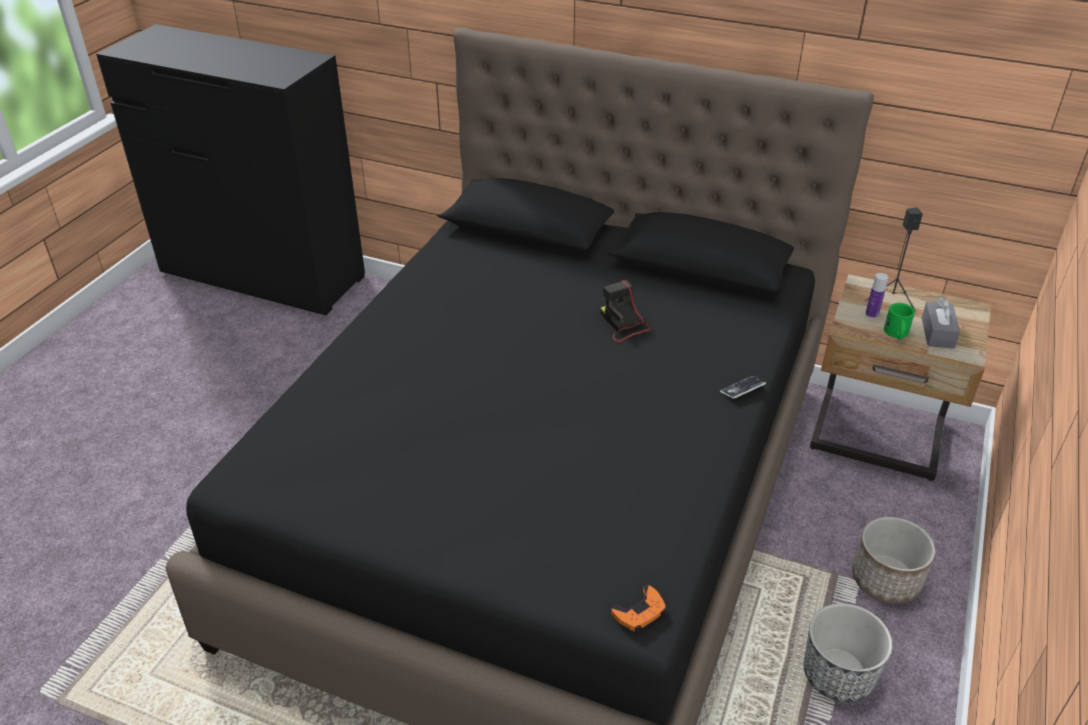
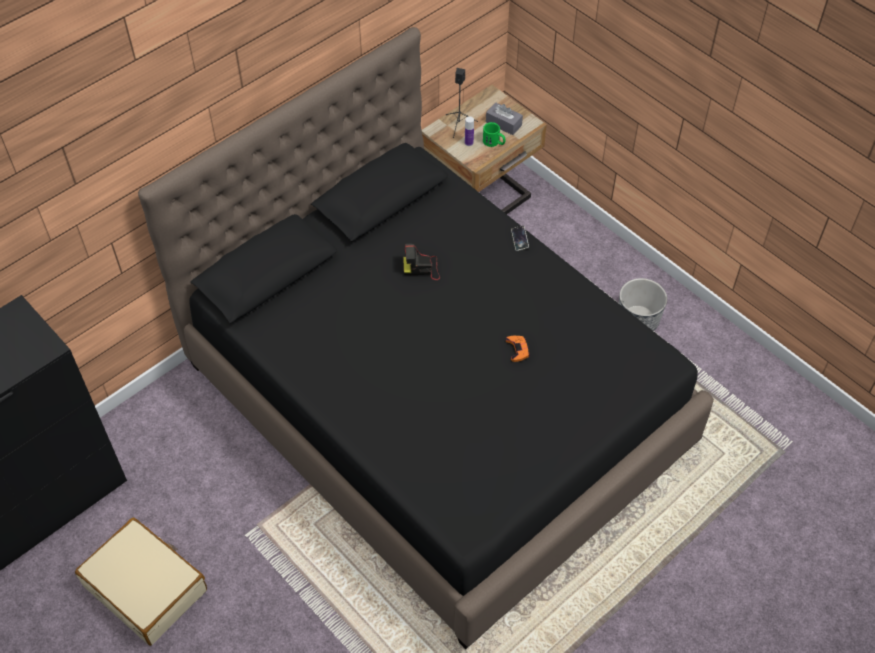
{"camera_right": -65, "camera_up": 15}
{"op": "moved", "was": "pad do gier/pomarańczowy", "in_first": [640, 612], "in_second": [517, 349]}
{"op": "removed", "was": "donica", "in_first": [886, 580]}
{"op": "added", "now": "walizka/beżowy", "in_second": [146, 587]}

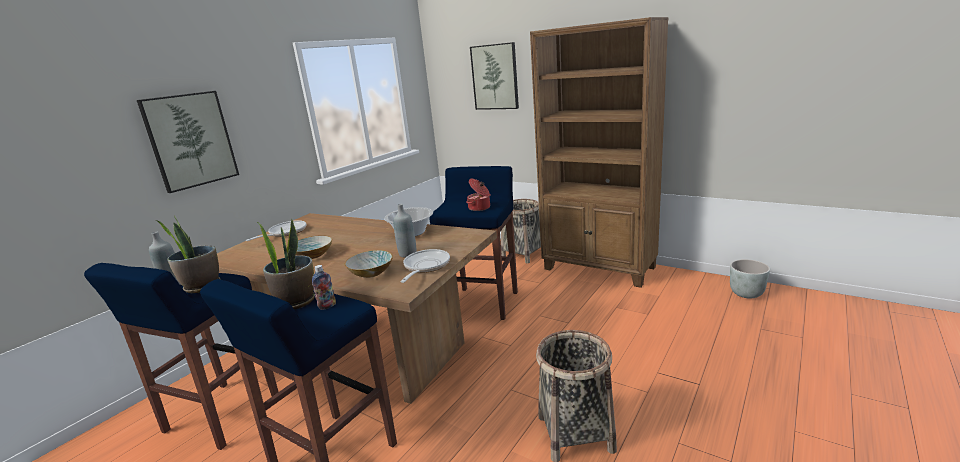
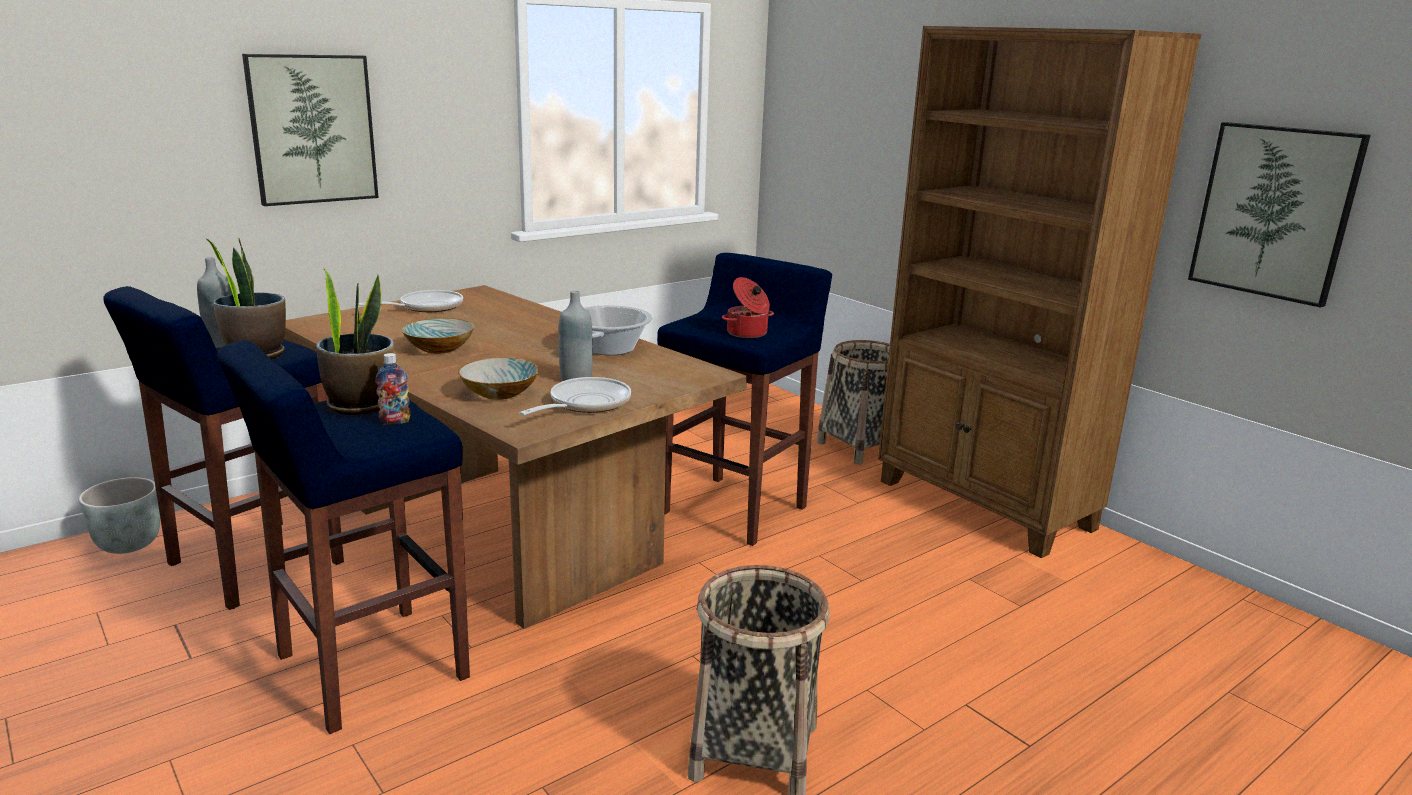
{"camera_right": 15, "camera_up": 0}
{"op": "moved", "was": "obraz", "in_first": [495, 77], "in_second": [1274, 212]}
{"op": "moved", "was": "donica/szary", "in_first": [746, 294], "in_second": [129, 544]}

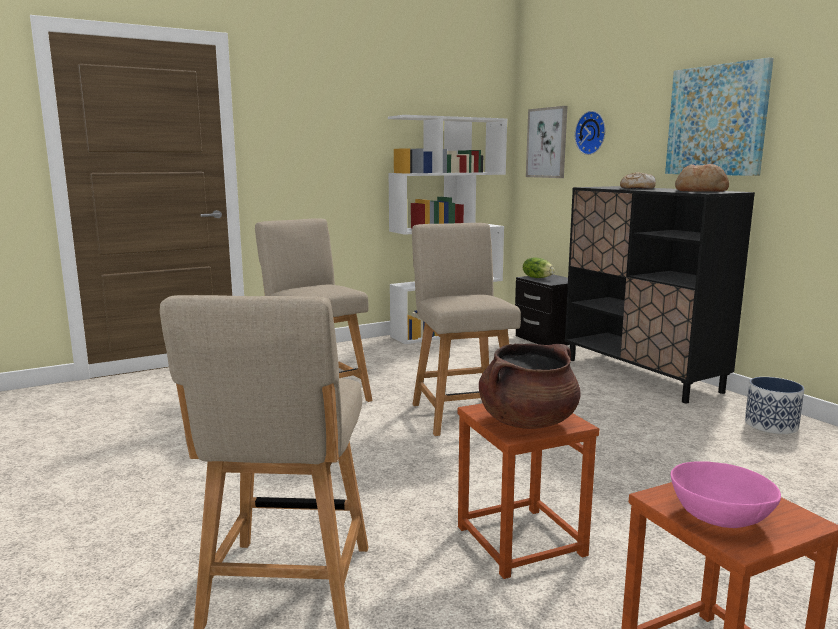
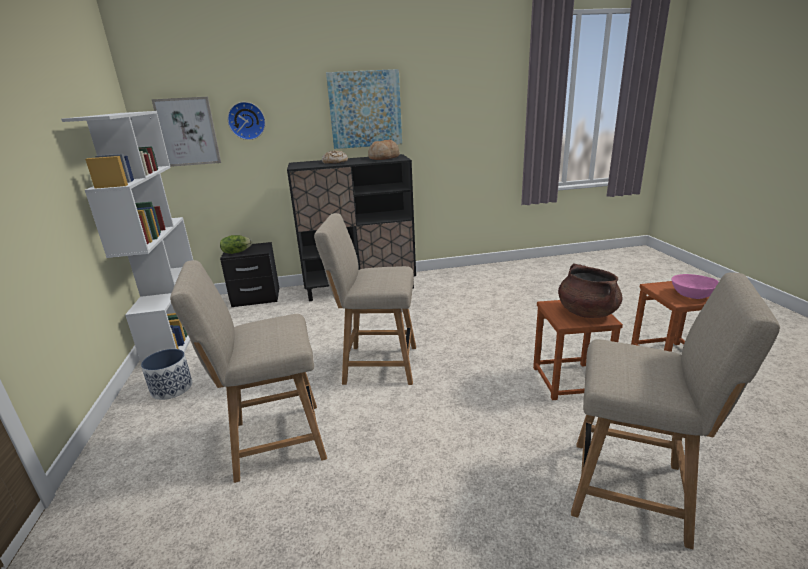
{"camera_right": -70, "camera_up": 10}
{"op": "moved", "was": "donica", "in_first": [771, 425], "in_second": [172, 388]}

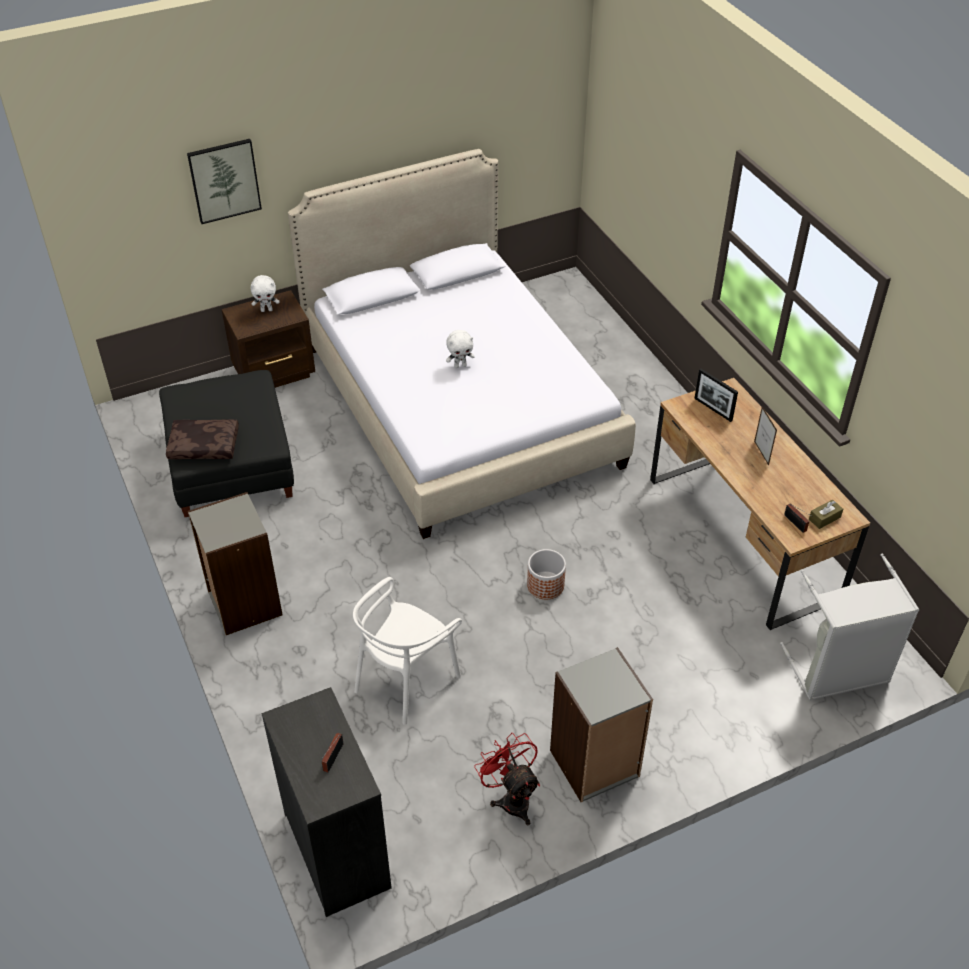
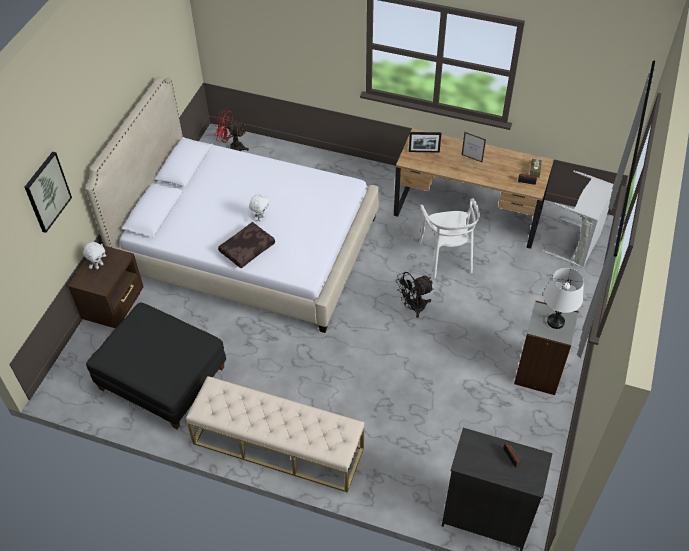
{"camera_right": -45, "camera_up": 5}
{"op": "moved", "was": "poduszka/brązowy", "in_first": [205, 445], "in_second": [247, 248]}
{"op": "replaced", "was": "regał/szary", "now": "ławka/beżowy", "in_first": [244, 604], "in_second": [277, 445]}
{"op": "moved", "was": "krzesło/biały", "in_first": [405, 680], "in_second": [447, 256]}
{"op": "moved", "was": "wentylator/czerwony", "in_first": [511, 798], "in_second": [233, 147]}
{"op": "replaced", "was": "donica", "now": "wentylator/czarny", "in_first": [545, 585], "in_second": [413, 307]}
{"op": "added", "now": "lampa stołowa/biały", "in_second": [555, 322]}

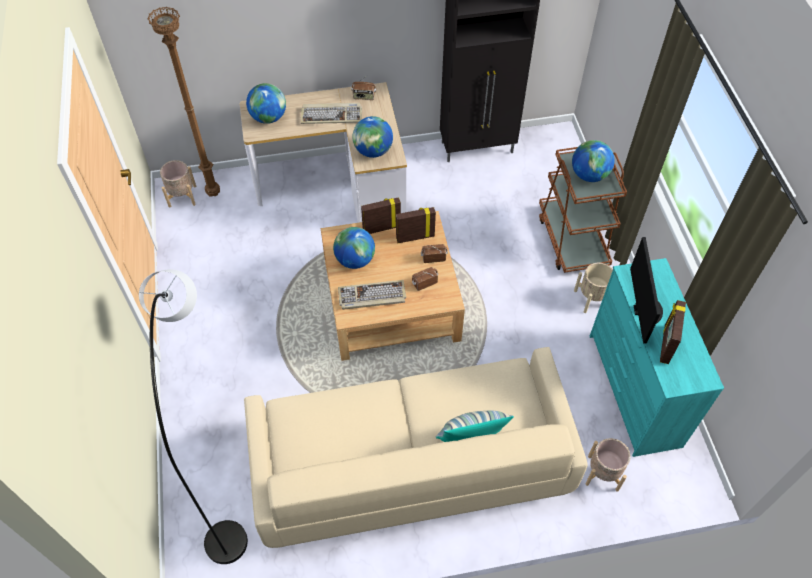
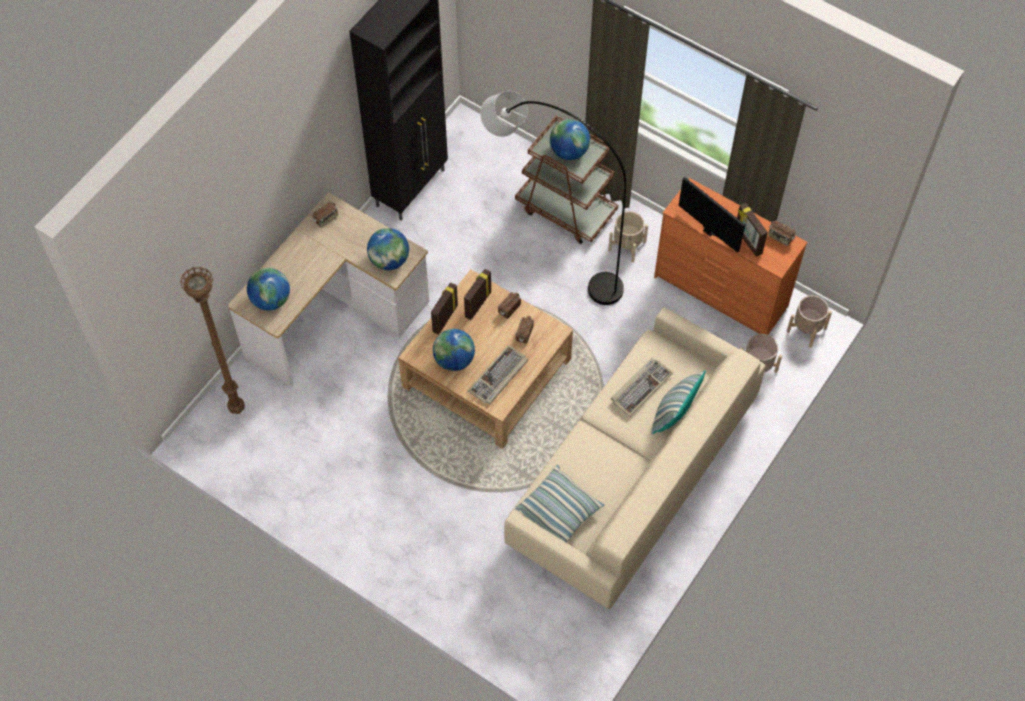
{"camera_right": -45, "camera_up": 5}
{"op": "moved", "was": "lampa stojąca/szary", "in_first": [221, 468], "in_second": [549, 257]}
{"op": "moved", "was": "donica/beżowy", "in_first": [182, 196], "in_second": [806, 329]}
{"op": "moved", "was": "klawiatura", "in_first": [332, 115], "in_second": [641, 387]}
{"op": "recoloured", "was": "komoda/turkusowy", "now": "komoda/pomarańczowy", "in_first": [632, 390], "in_second": [720, 292]}
{"op": "added", "now": "poduszka", "in_second": [559, 511]}
{"op": "added", "now": "radio", "in_second": [780, 238]}

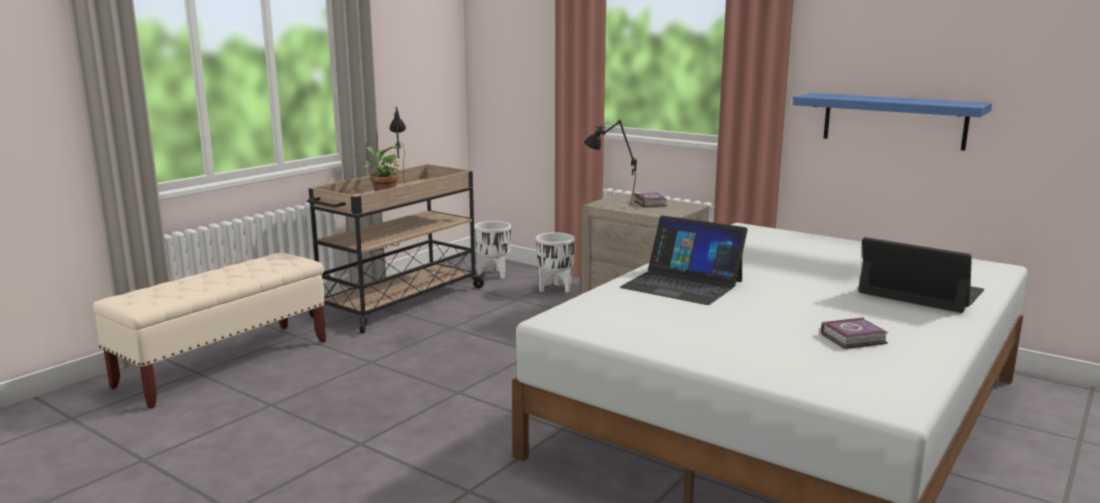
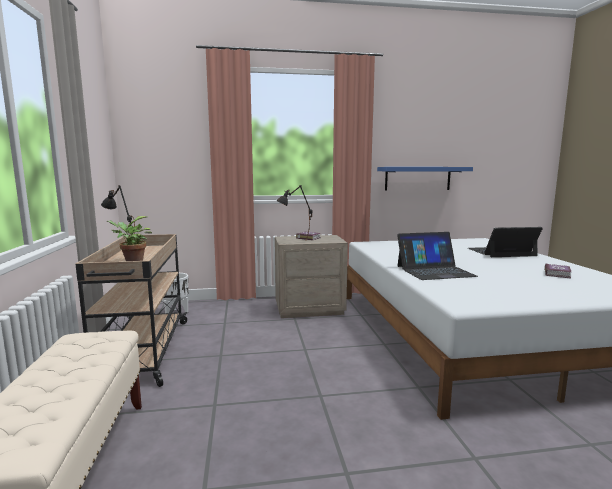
{"camera_right": -45, "camera_up": -5}
{"op": "removed", "was": "donica/biały", "in_first": [555, 289]}

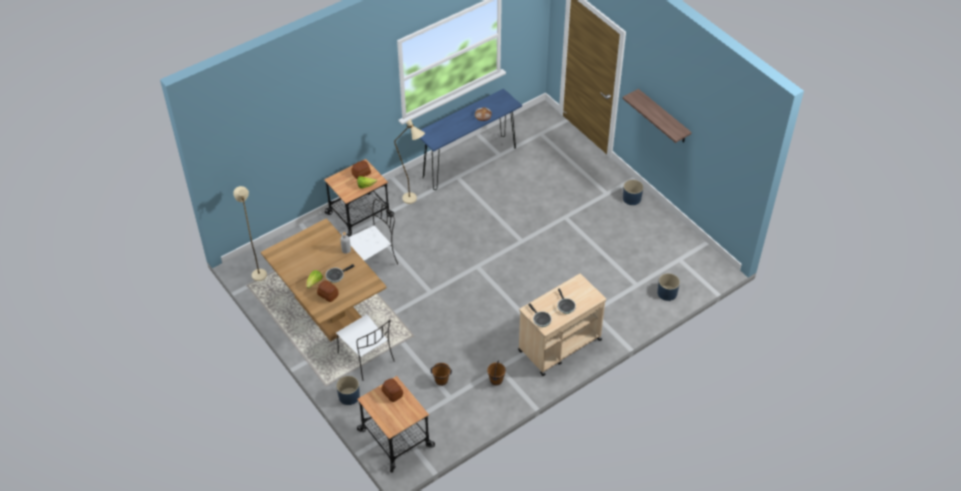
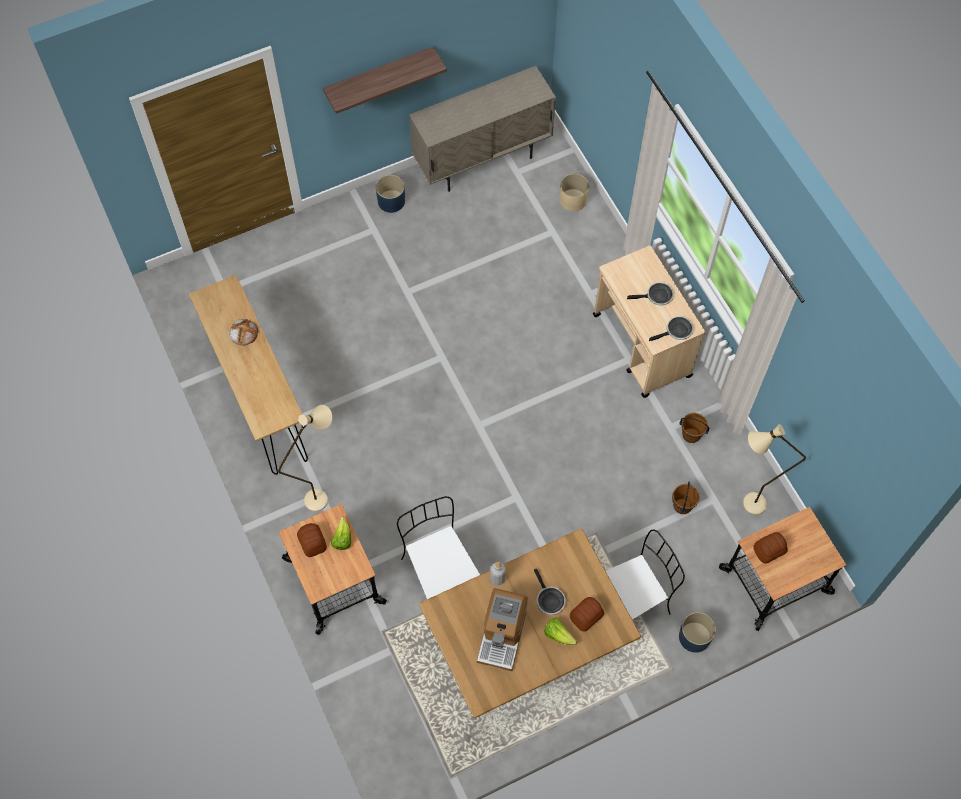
{"camera_right": -80, "camera_up": 15}
{"op": "moved", "was": "lampa stojąca/beżowy", "in_first": [257, 271], "in_second": [745, 505]}
{"op": "recoloured", "was": "stolik konsolowy/niebieski", "now": "stolik konsolowy/brązowy", "in_first": [469, 162], "in_second": [259, 400]}
{"op": "recoloured", "was": "donica/niebieski", "now": "donica/beżowy", "in_first": [667, 293], "in_second": [573, 200]}
{"op": "added", "now": "szafka/beżowy", "in_second": [482, 161]}
{"op": "added", "now": "ekspres do kawy", "in_second": [502, 635]}

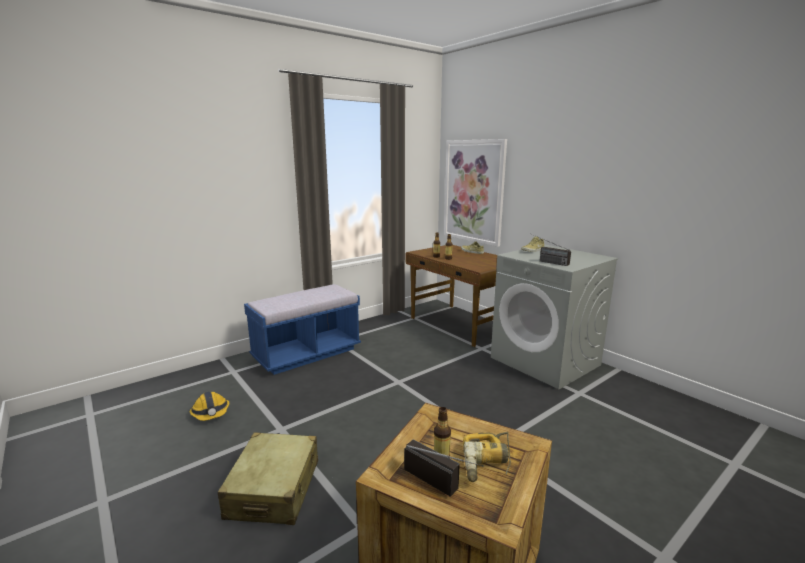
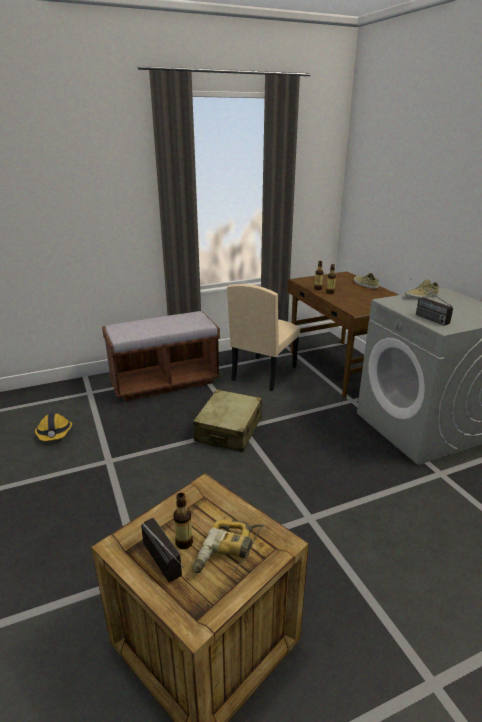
{"camera_right": 15, "camera_up": 10}
{"op": "moved", "was": "walizka/beżowy", "in_first": [274, 489], "in_second": [229, 429]}
{"op": "recoloured", "was": "ławka/niebieski", "now": "ławka/brązowy", "in_first": [307, 354], "in_second": [165, 382]}
{"op": "removed", "was": "obraz", "in_first": [473, 191]}
{"op": "added", "now": "krzesło/beżowy", "in_second": [263, 373]}

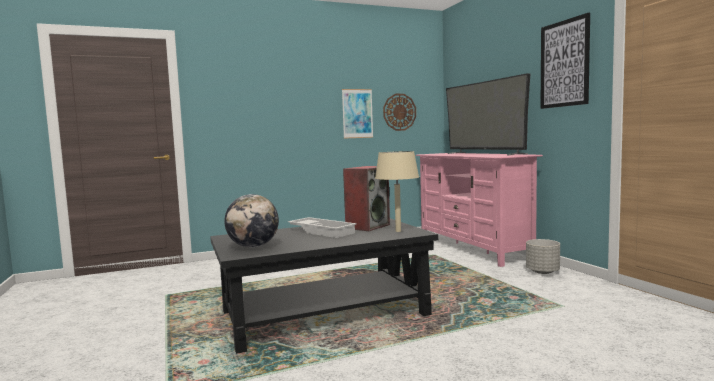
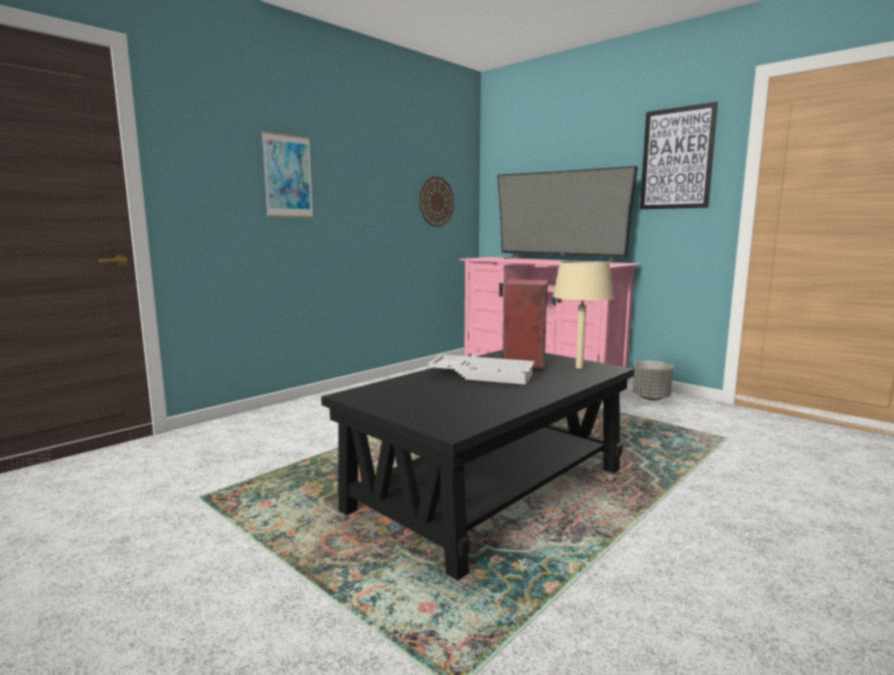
{"camera_right": -25, "camera_up": 5}
{"op": "removed", "was": "globus", "in_first": [253, 246]}
{"op": "moved", "was": "obraz", "in_first": [357, 113], "in_second": [288, 176]}

